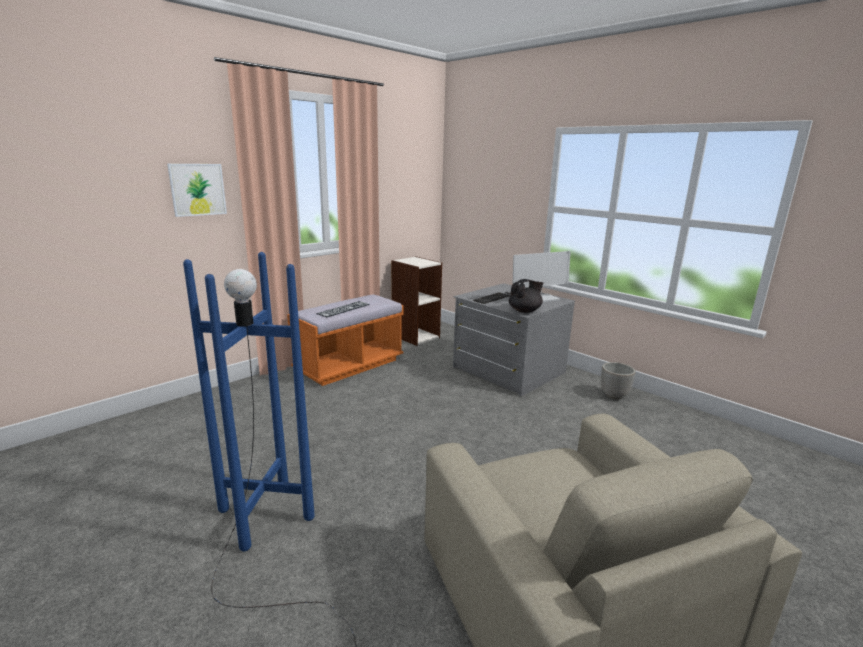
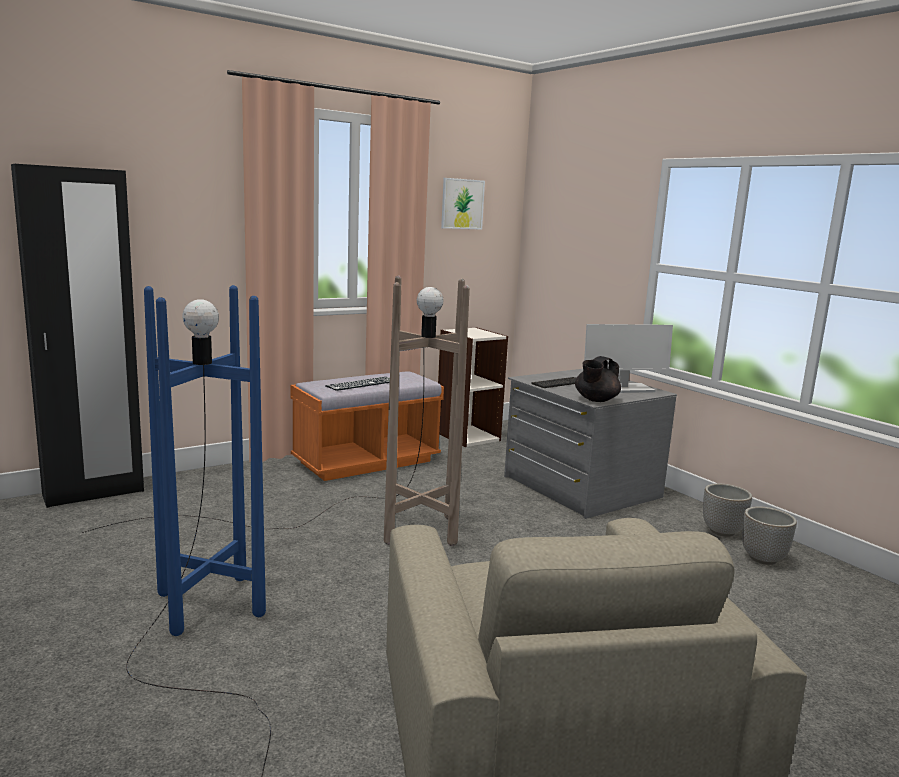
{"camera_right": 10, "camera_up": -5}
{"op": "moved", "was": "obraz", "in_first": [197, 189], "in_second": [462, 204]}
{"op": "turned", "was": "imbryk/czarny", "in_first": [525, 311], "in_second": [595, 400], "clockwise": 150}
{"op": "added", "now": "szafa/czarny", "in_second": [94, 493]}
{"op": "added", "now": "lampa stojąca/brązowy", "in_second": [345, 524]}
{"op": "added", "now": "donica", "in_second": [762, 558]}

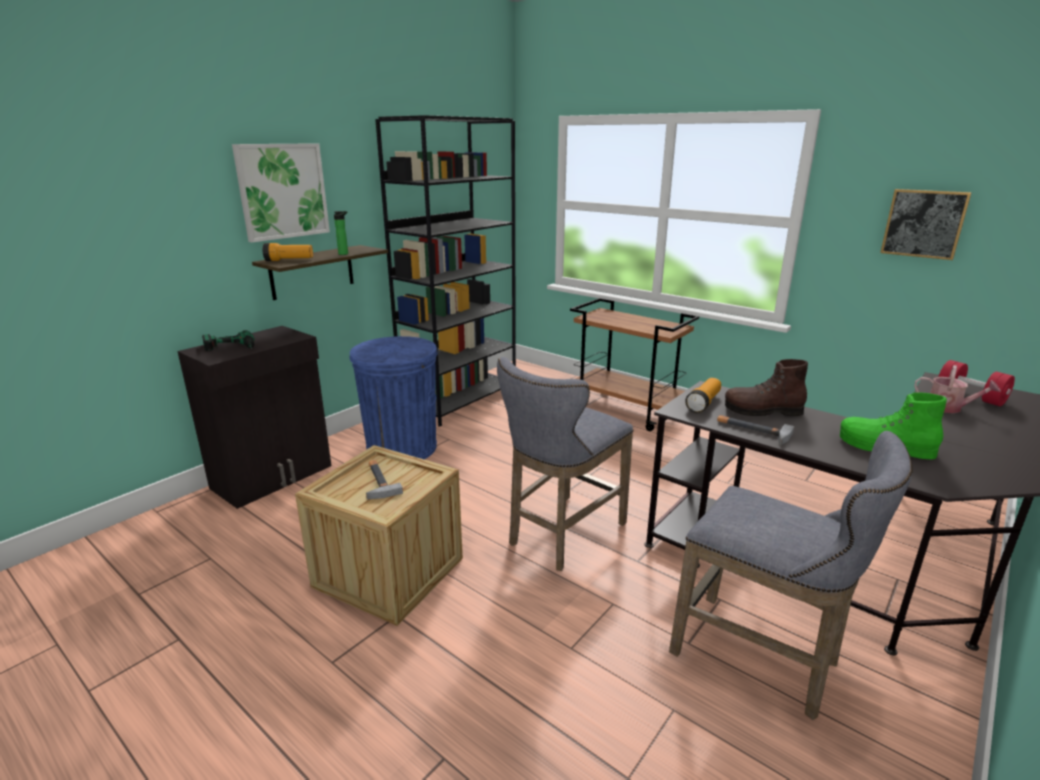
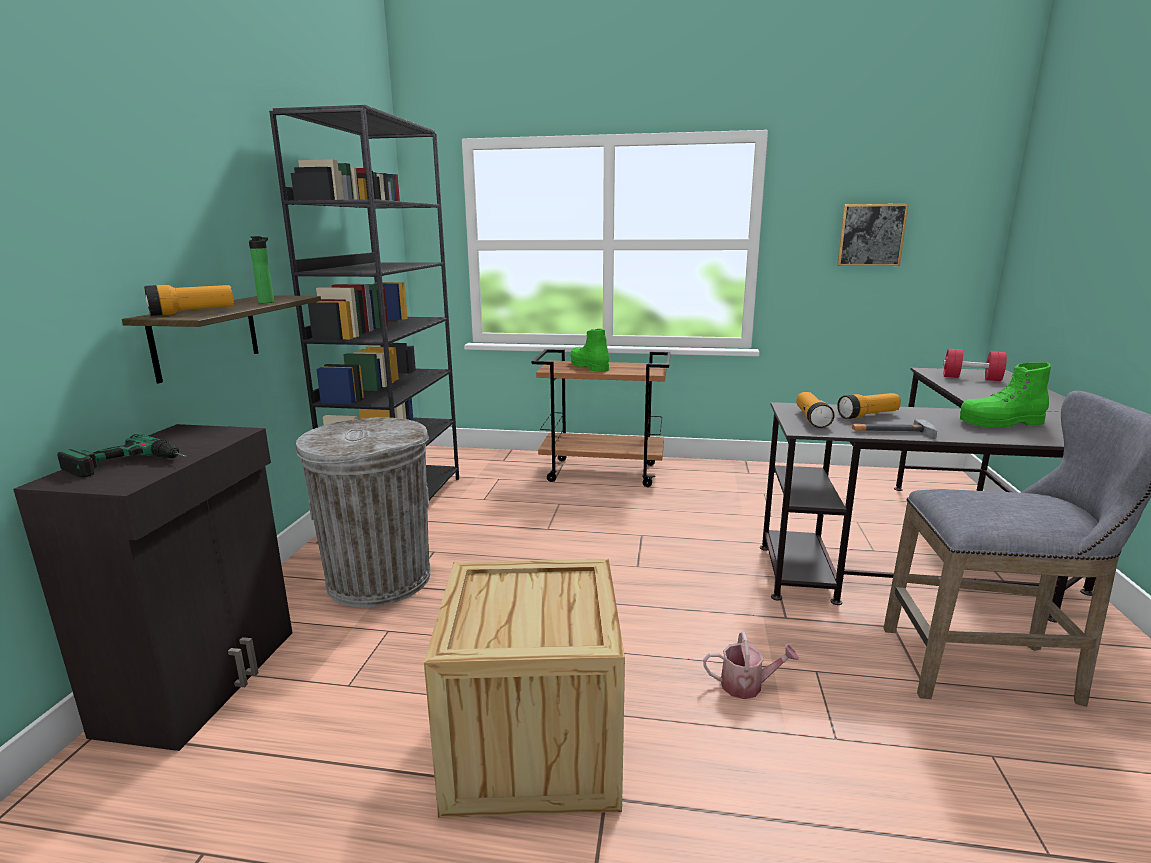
{"camera_right": -30, "camera_up": -5}
{"op": "removed", "was": "obraz", "in_first": [282, 191]}
{"op": "recoloured", "was": "kosz na śmieci/niebieski", "now": "kosz na śmieci/szary", "in_first": [402, 448], "in_second": [379, 579]}
{"op": "removed", "was": "młotek", "in_first": [377, 481]}
{"op": "removed", "was": "stołek/szary", "in_first": [561, 535]}
{"op": "replaced", "was": "but z cholewką/brązowy", "now": "latarka", "in_first": [762, 411], "in_second": [868, 415]}
{"op": "moved", "was": "konewka", "in_first": [949, 408], "in_second": [747, 685]}
{"op": "added", "now": "but z cholewką/zielony", "in_second": [588, 366]}

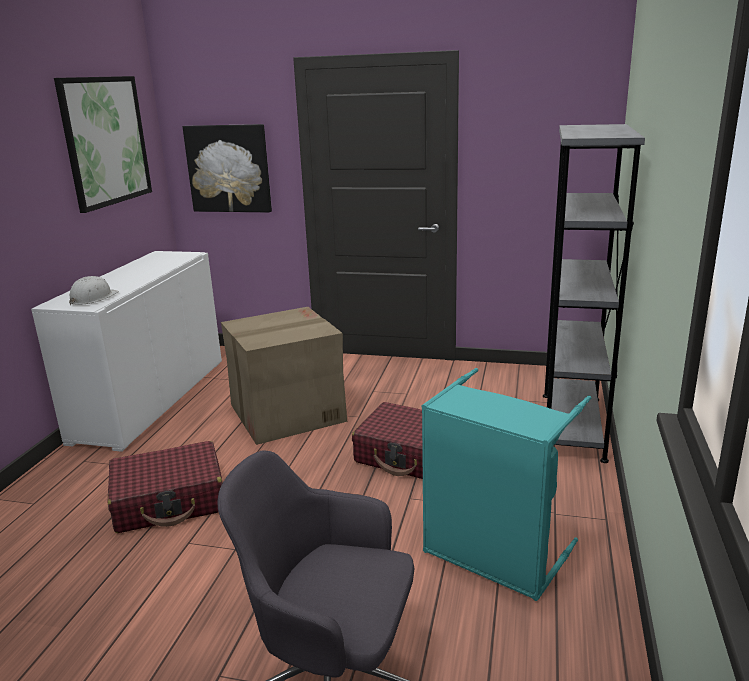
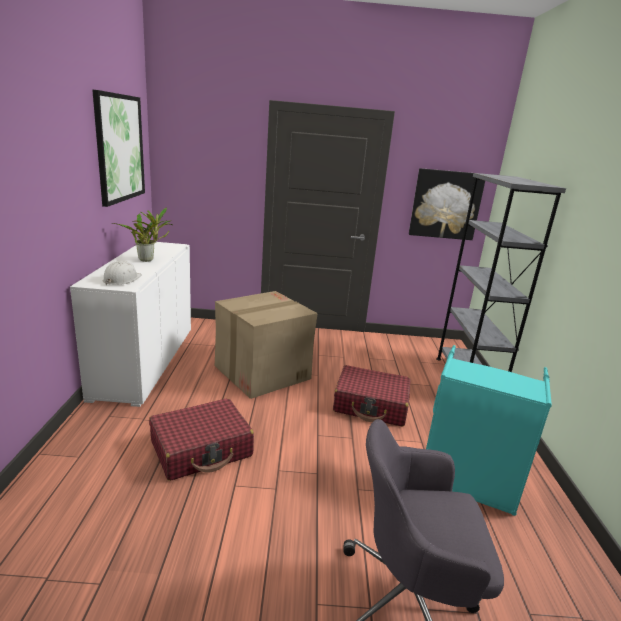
{"camera_right": -15, "camera_up": 0}
{"op": "moved", "was": "obraz", "in_first": [229, 168], "in_second": [445, 204]}
{"op": "added", "now": "roślina doniczkowa", "in_second": [148, 260]}

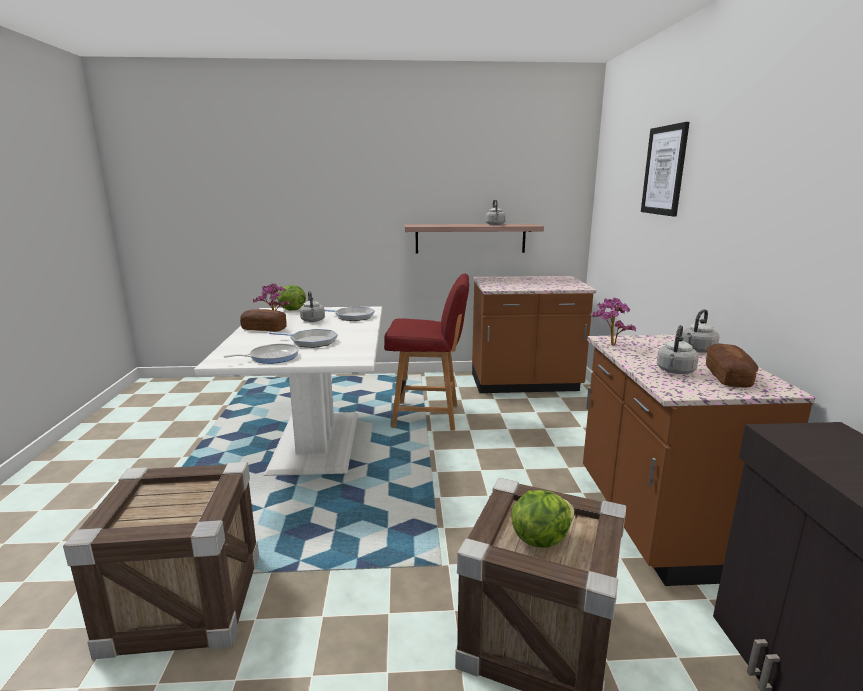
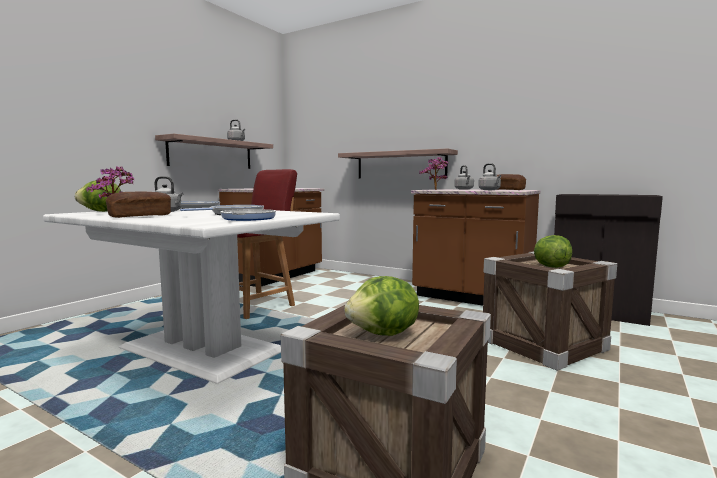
{"camera_right": -55, "camera_up": -10}
{"op": "removed", "was": "obraz", "in_first": [664, 170]}
{"op": "added", "now": "półka", "in_second": [400, 165]}
{"op": "added", "now": "sałata", "in_second": [384, 334]}

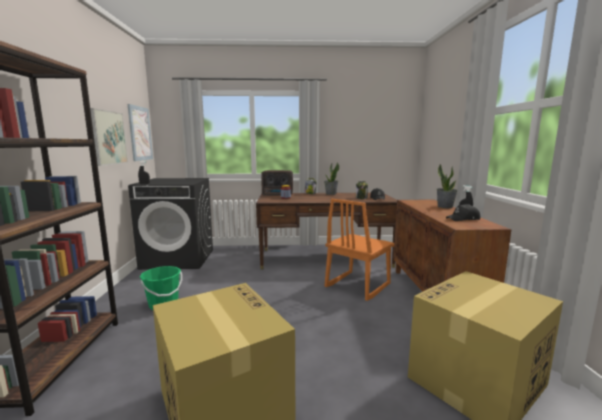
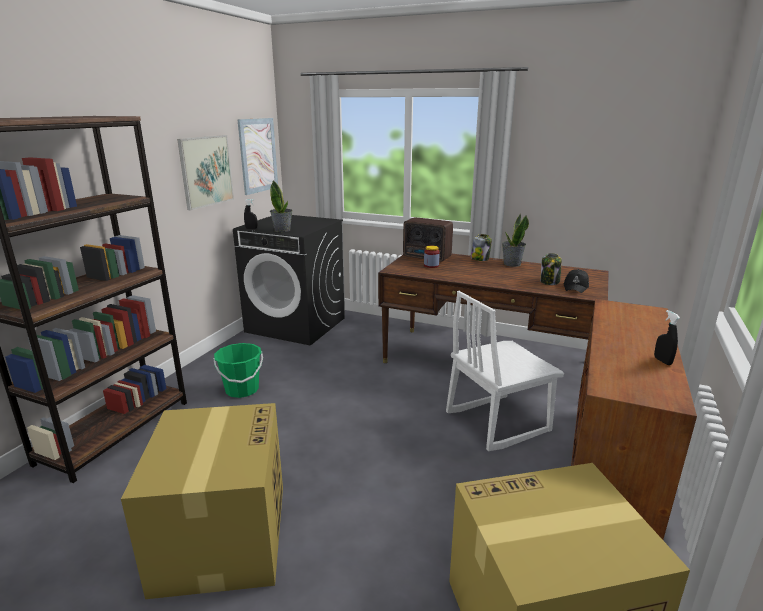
{"camera_right": 25, "camera_up": 10}
{"op": "recoloured", "was": "krzesło/pomarańczowy", "now": "krzesło/biały", "in_first": [357, 285], "in_second": [496, 421]}
{"op": "moved", "was": "roślina doniczkowa", "in_first": [445, 207], "in_second": [282, 230]}
{"op": "removed", "was": "czapka z daszkiem/czarny", "in_first": [463, 219]}

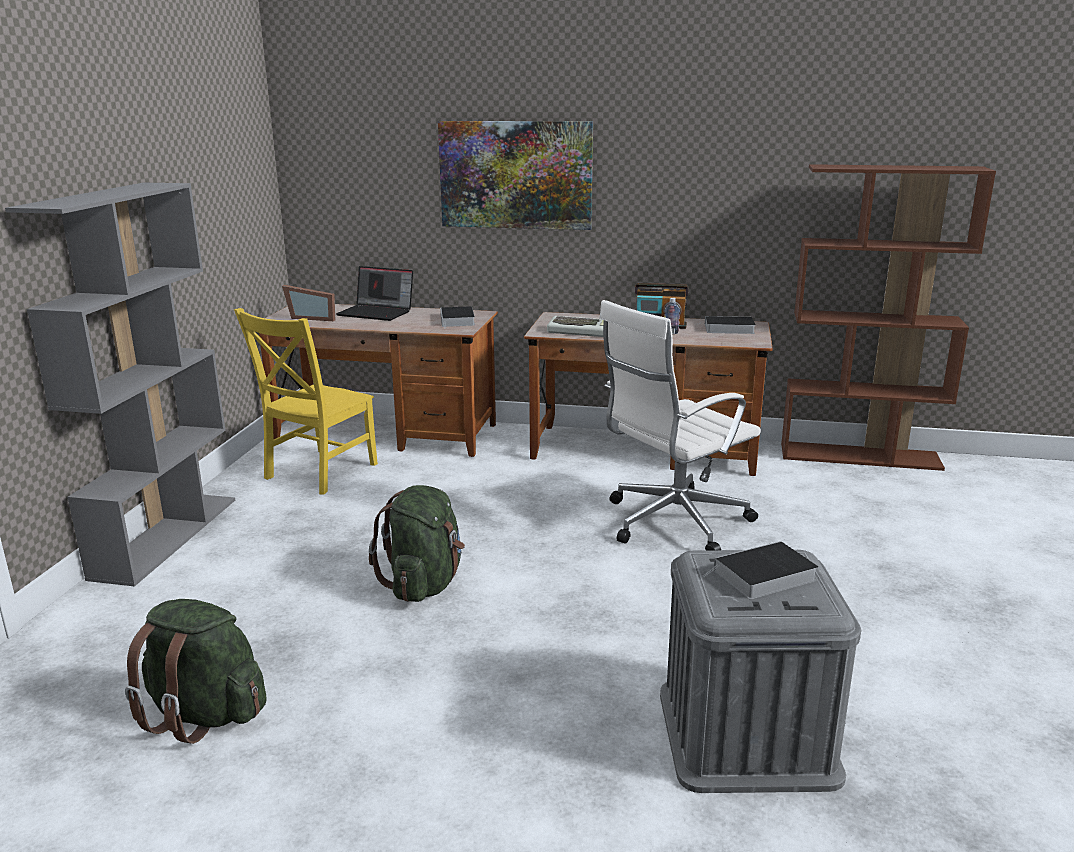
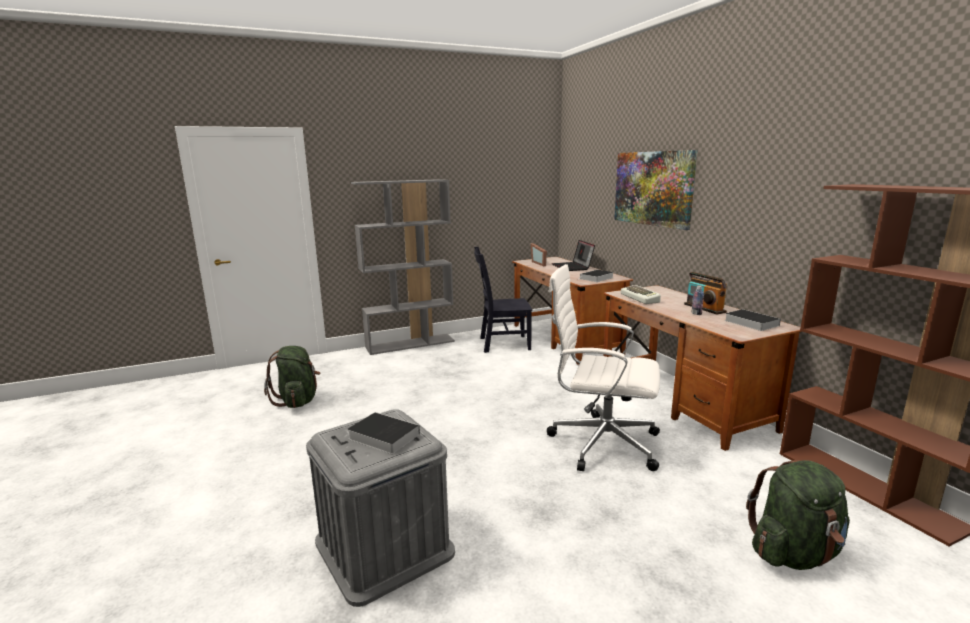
{"camera_right": 55, "camera_up": -5}
{"op": "recoloured", "was": "krzesło/żółty", "now": "krzesło/czarny", "in_first": [318, 473], "in_second": [502, 344]}
{"op": "moved", "was": "plecak/zielony", "in_first": [424, 584], "in_second": [794, 553]}

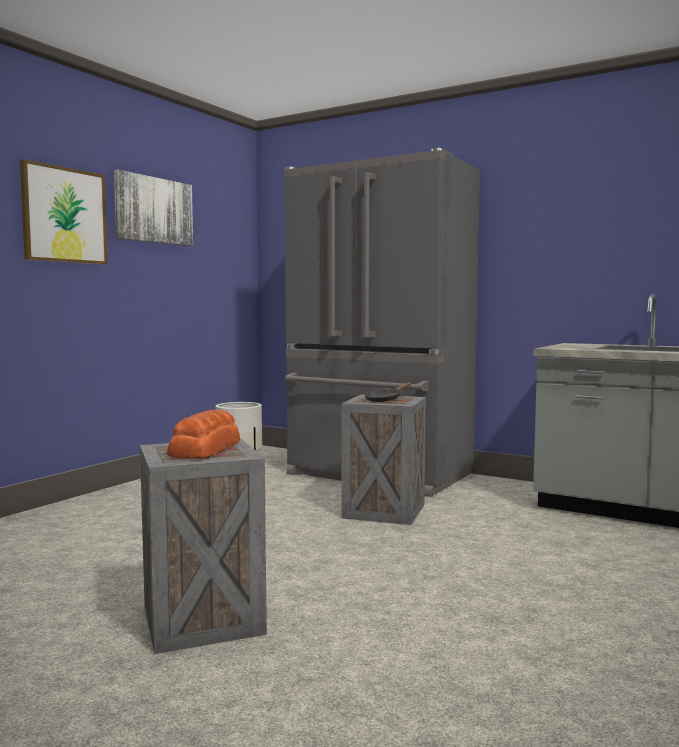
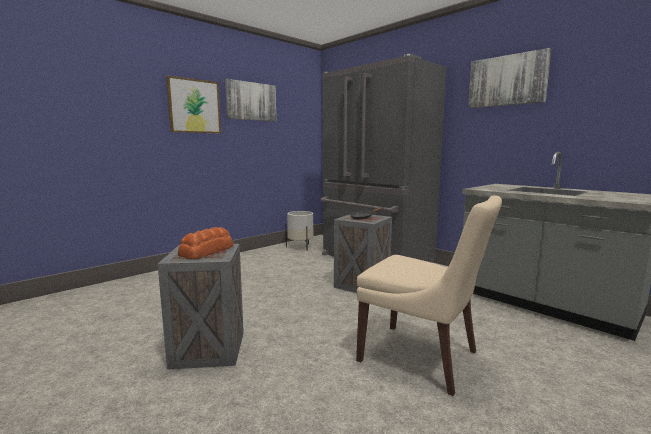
{"camera_right": 15, "camera_up": 5}
{"op": "added", "now": "krzesło/beżowy", "in_second": [422, 358]}
{"op": "added", "now": "obraz", "in_second": [507, 80]}

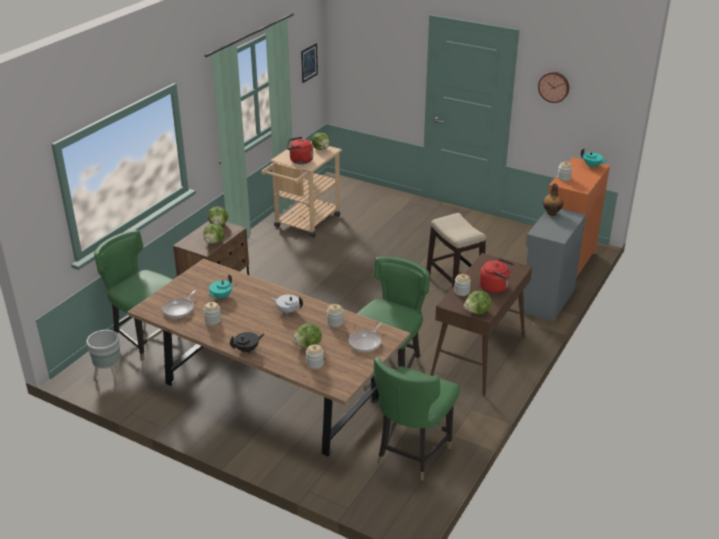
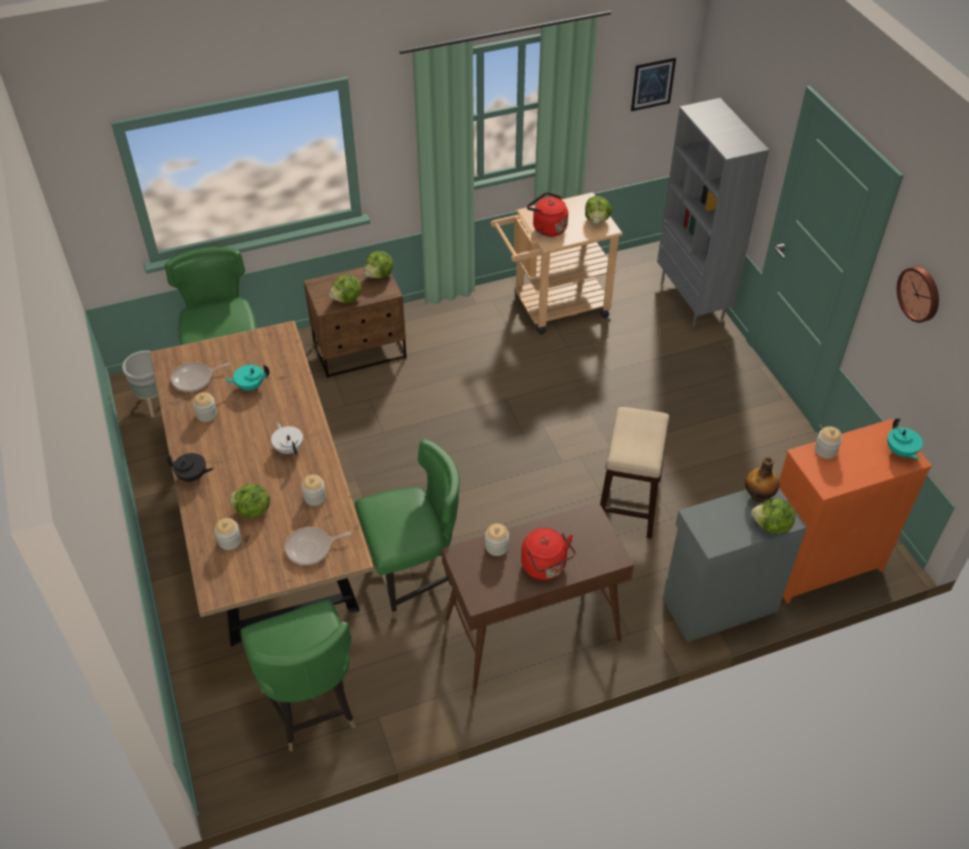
{"camera_right": 40, "camera_up": 15}
{"op": "turned", "was": "krzesło/zielony", "in_first": [411, 453], "in_second": [311, 706], "clockwise": -90}
{"op": "moved", "was": "sałata", "in_first": [477, 312], "in_second": [771, 526]}
{"op": "added", "now": "regał/szary", "in_second": [693, 300]}

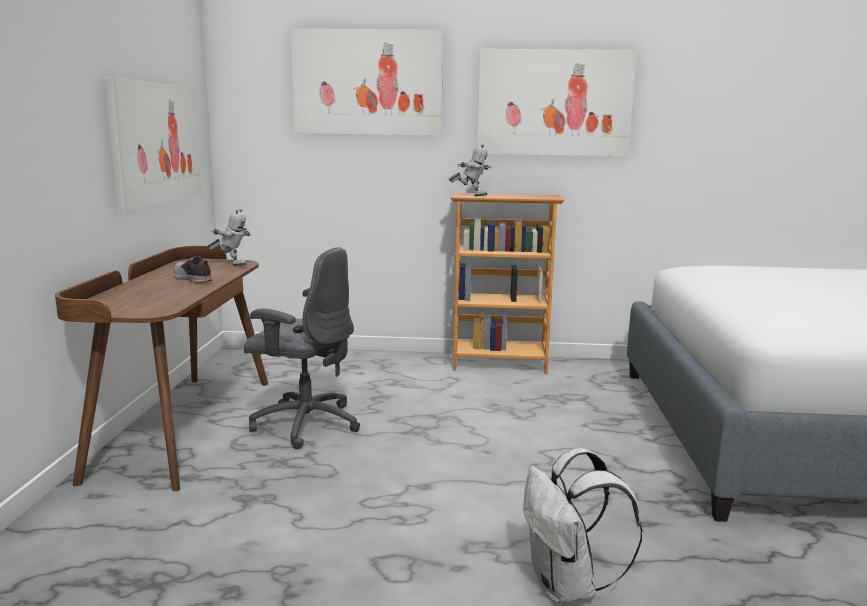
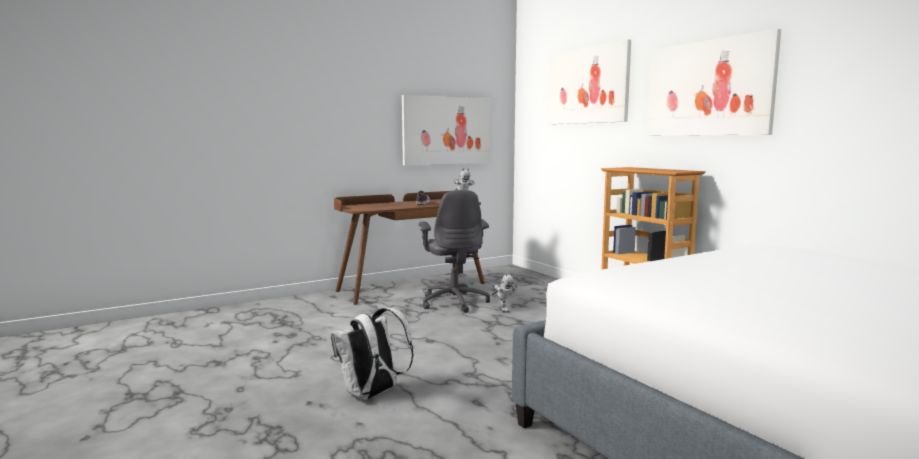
{"camera_right": 55, "camera_up": -5}
{"op": "moved", "was": "robot zabawkowy", "in_first": [470, 196], "in_second": [503, 310]}

